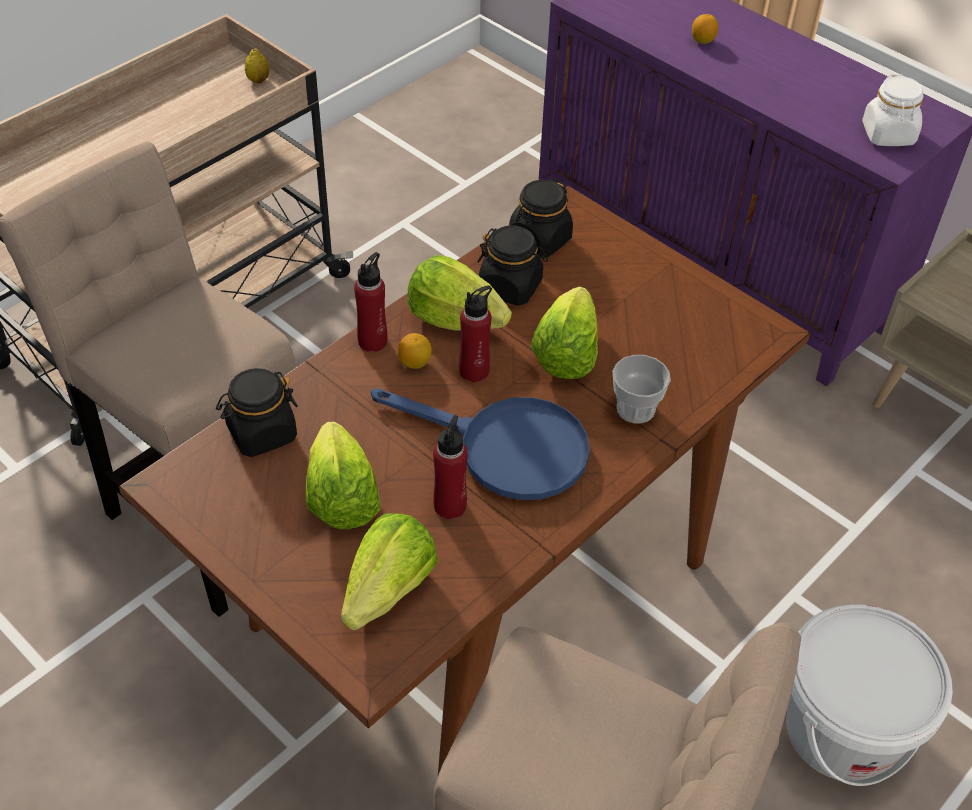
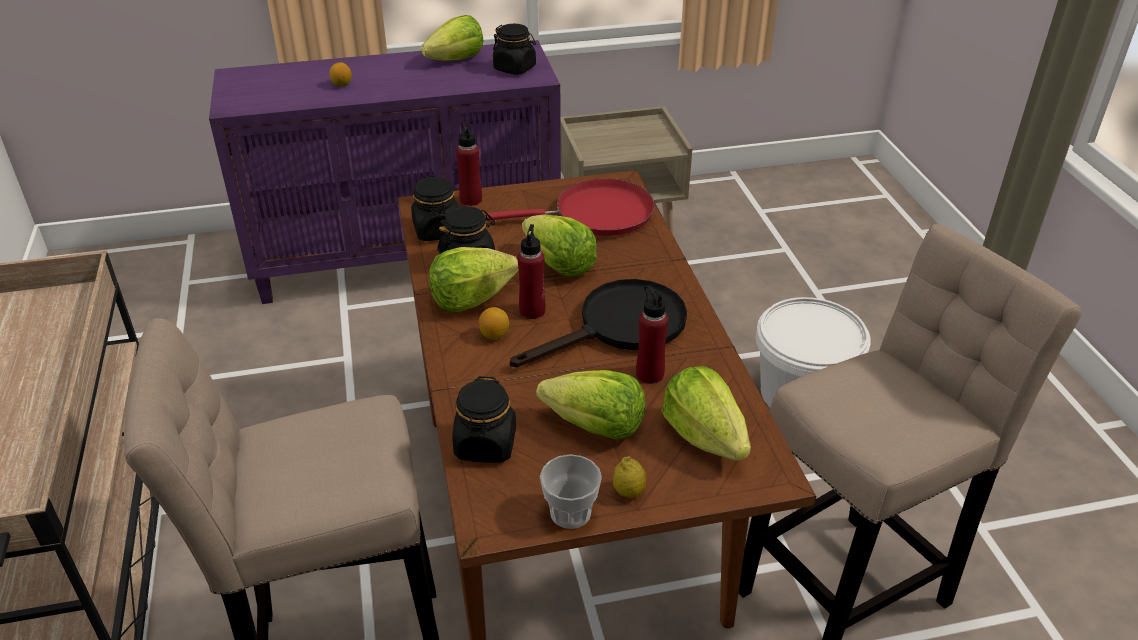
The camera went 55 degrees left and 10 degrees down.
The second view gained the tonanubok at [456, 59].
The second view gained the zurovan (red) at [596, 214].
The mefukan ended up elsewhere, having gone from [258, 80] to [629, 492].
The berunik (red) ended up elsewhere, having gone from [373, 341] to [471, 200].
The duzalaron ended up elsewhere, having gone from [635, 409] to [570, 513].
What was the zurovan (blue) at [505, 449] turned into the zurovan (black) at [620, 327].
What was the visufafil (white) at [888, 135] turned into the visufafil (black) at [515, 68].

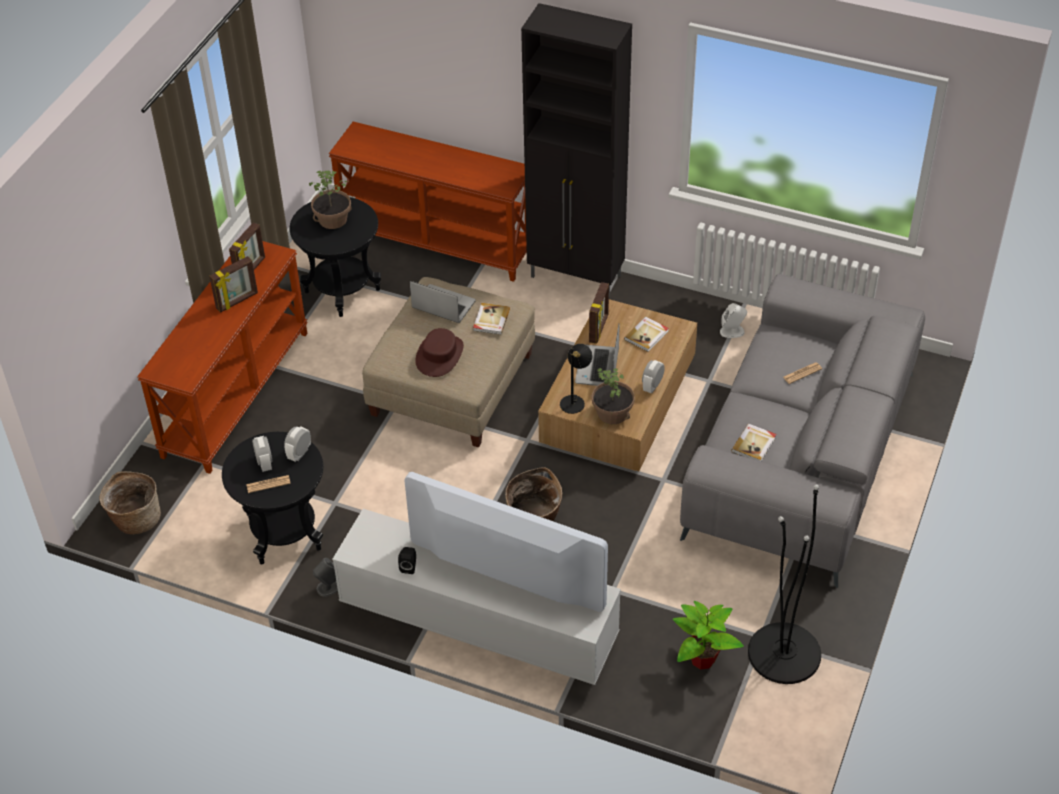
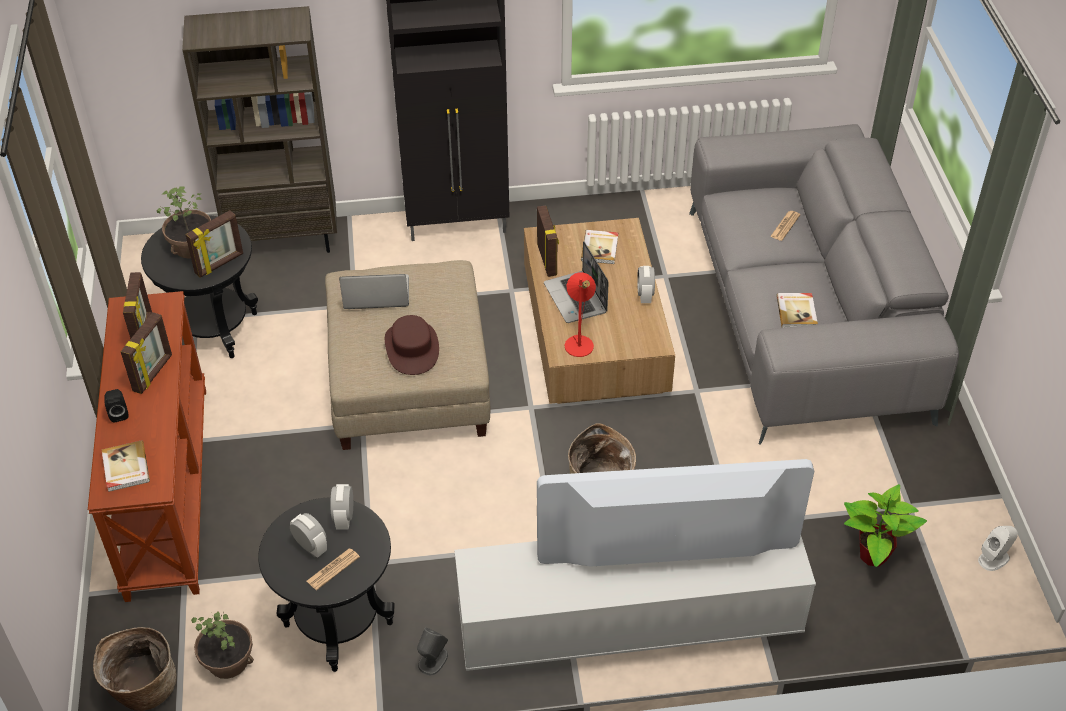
The camera went 30 degrees left and 0 degrees up.
The second view lost the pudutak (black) at [784, 653].
The second view gained the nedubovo at [219, 264].
The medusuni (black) ended up elsewhere, having gone from [409, 566] to [119, 413].
The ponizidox ended up elsewhere, having gone from [491, 320] to [125, 468].
The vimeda ended up elsewhere, having gone from [613, 413] to [228, 661].
The medusuni (white) ended up elsewhere, having gone from [732, 331] to [994, 558].
Where the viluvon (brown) stood at [437, 241], the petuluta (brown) came to stand at [285, 240].
What was the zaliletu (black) at [575, 401] turned into the zaliletu (red) at [579, 341].

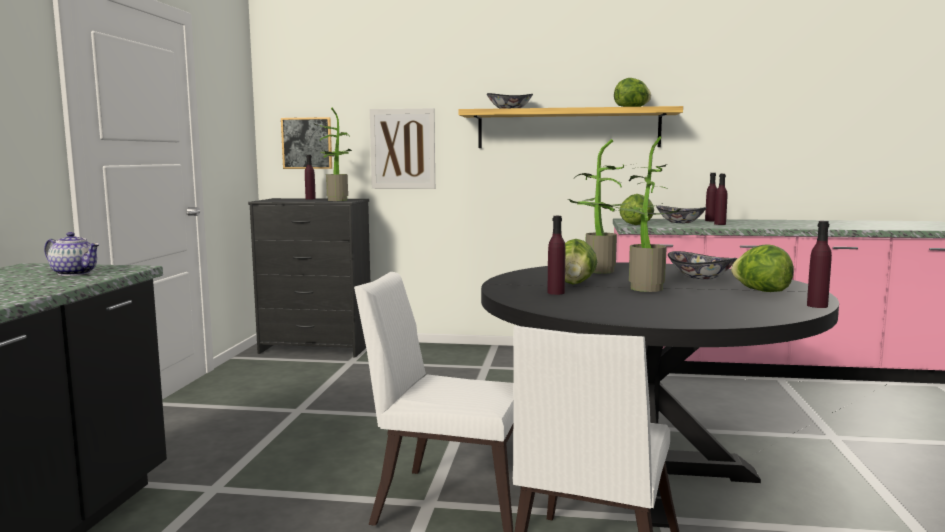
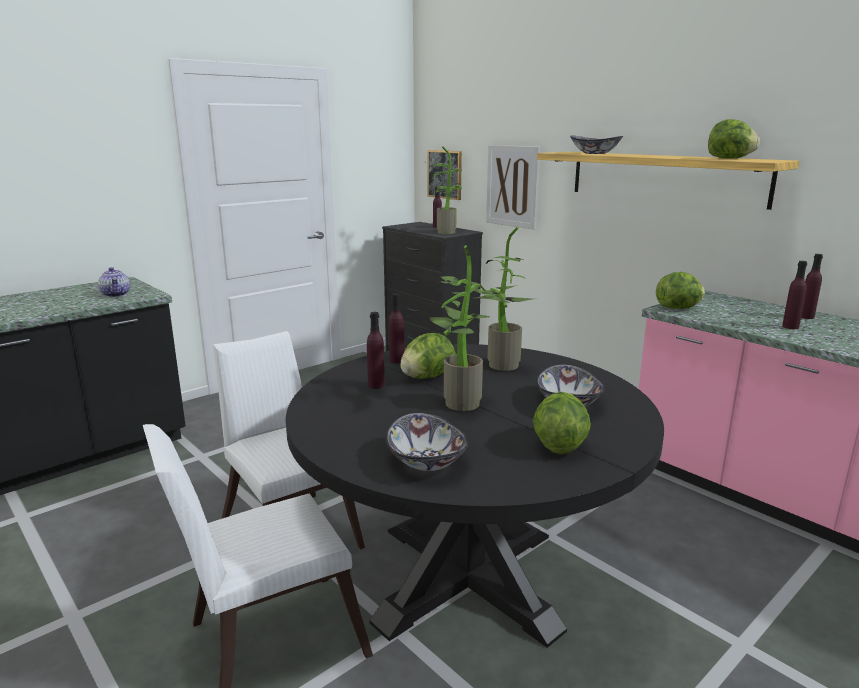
The camera went 40 degrees right and 10 degrees up.
The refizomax ended up elsewhere, having gone from [680, 222] to [427, 461].
The berunik (purple) ended up elsewhere, having gone from [817, 306] to [396, 360].

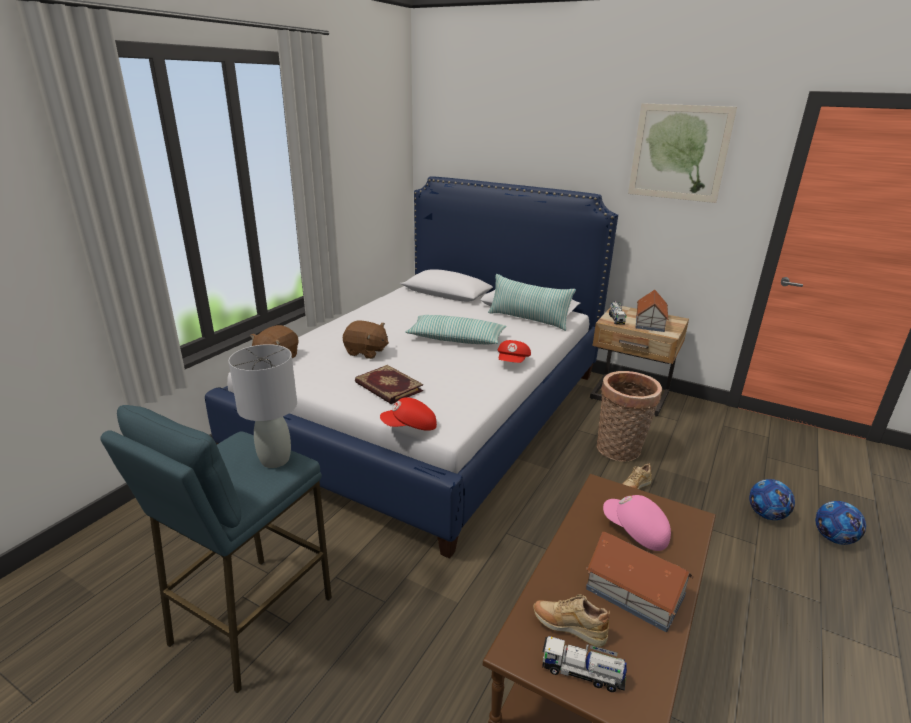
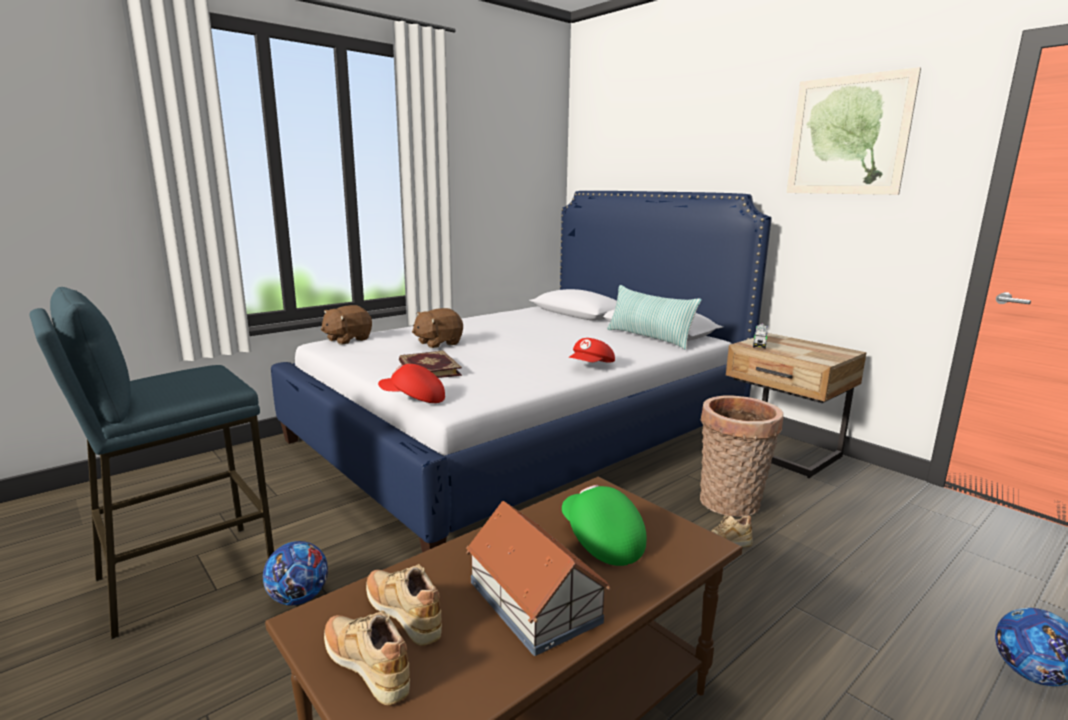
The camera went 20 degrees right and 10 degrees down.
The second view lost the zaliletu (grey) at [275, 459].
The second view lost the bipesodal at [456, 339].
The second view lost the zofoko at [650, 322].
The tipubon ended up elsewhere, having gone from [766, 515] to [299, 598].
Where the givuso stood at [582, 673], the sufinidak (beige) came to stand at [367, 668].
What was the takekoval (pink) at [635, 532] turned into the takekoval (green) at [600, 540].
The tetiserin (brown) at [366, 352] ended up facing another way, 105 degrees clockwise from before.

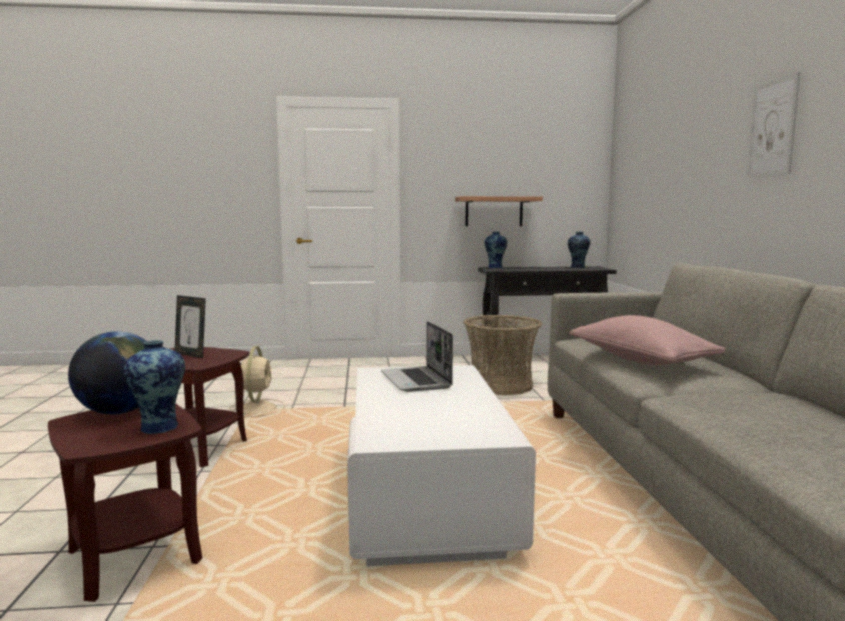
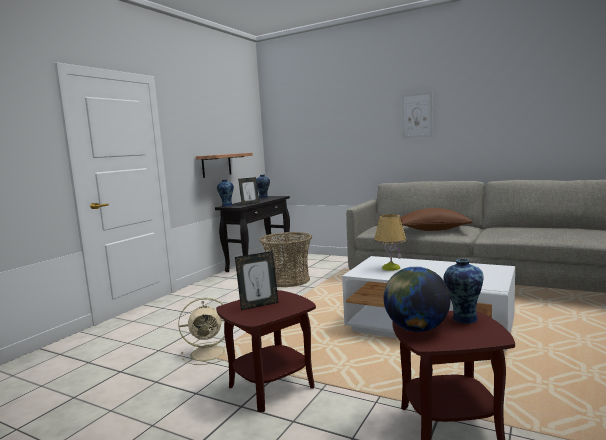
The camera went 55 degrees left and 0 degrees up.
The second view gained the nedubovo at [250, 203].
Where the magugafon stood at [417, 381], the zaliletu came to stand at [391, 268].
What was the bipesodal (pink) at [641, 360] turned into the bipesodal (brown) at [433, 230].
The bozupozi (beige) at [257, 408] ended up facing another way, 135 degrees clockwise from before.

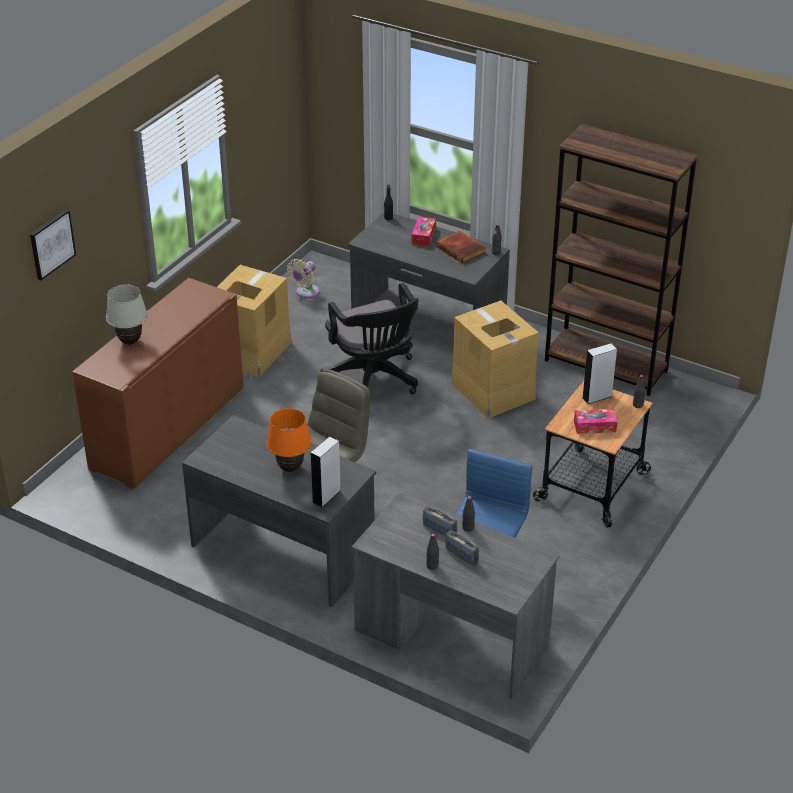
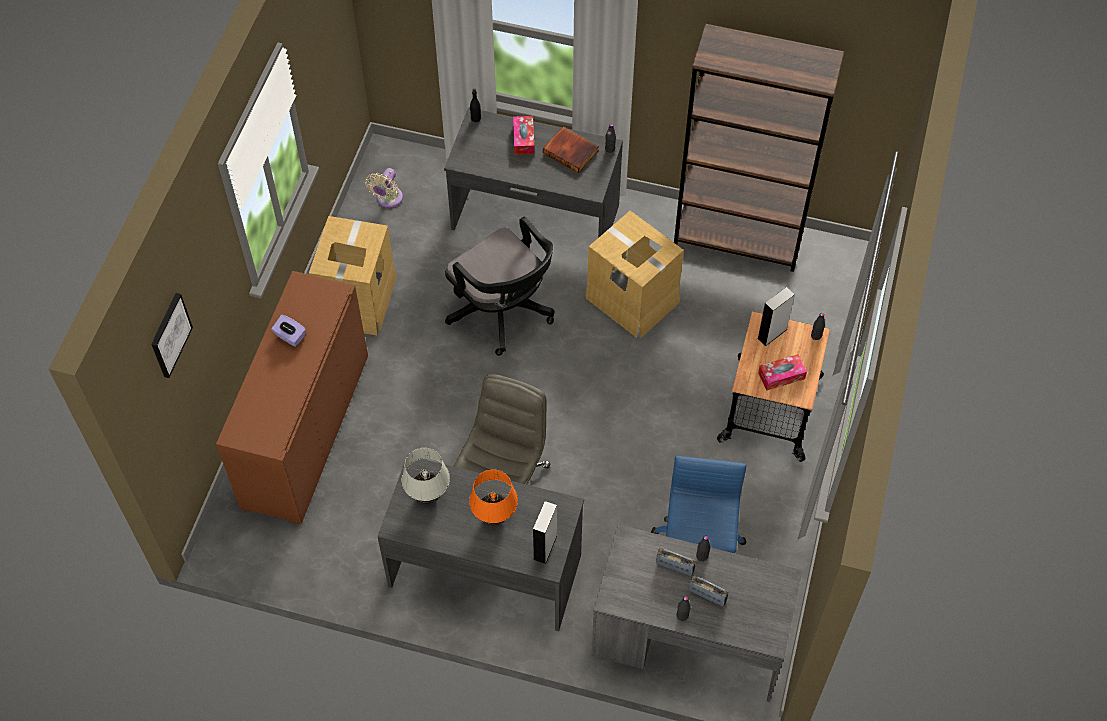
The camera went 15 degrees left and 20 degrees up.
The second view gained the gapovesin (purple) at [290, 336].
The zaliletu (white) ended up elsewhere, having gone from [130, 342] to [428, 496].

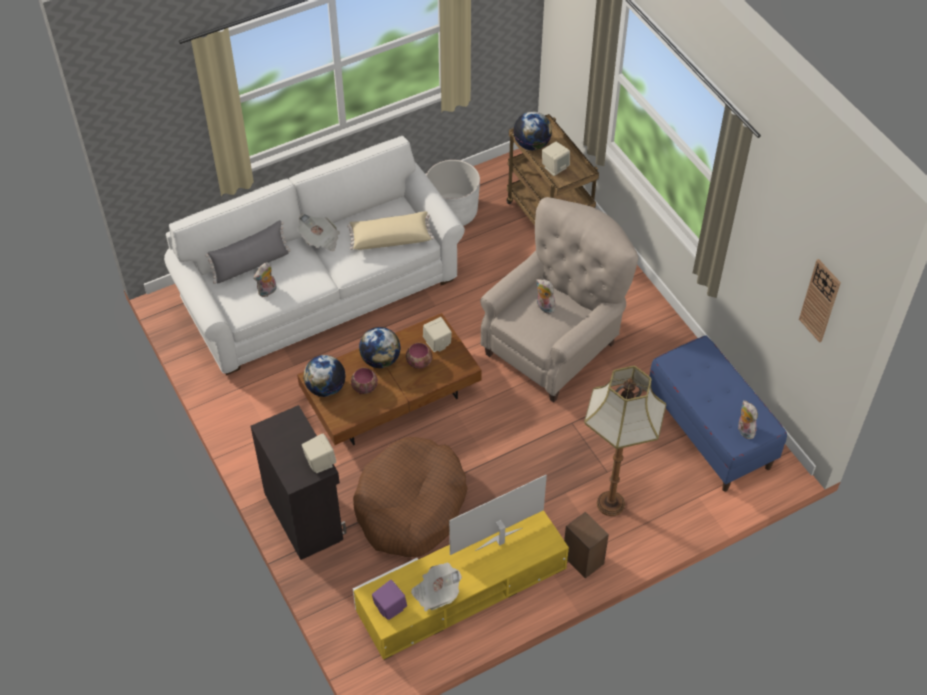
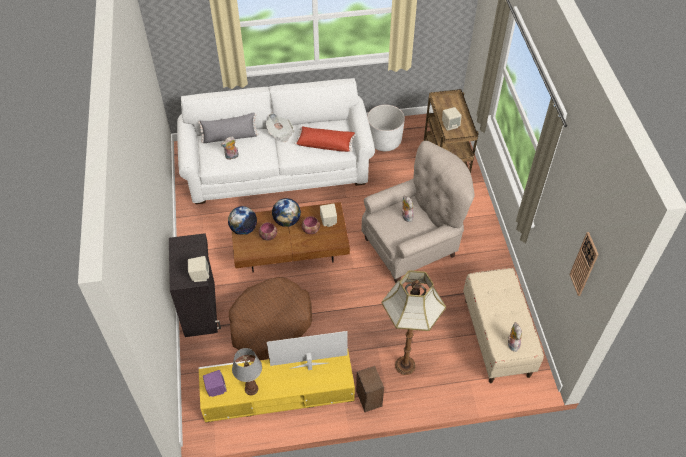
The camera went 20 degrees right and 0 degrees up.
The second view lost the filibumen at [532, 144].
Where the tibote stood at [436, 593], the zaliletu came to stand at [251, 389].
What was the bipesodal (beige) at [390, 237] turned into the bipesodal (red) at [325, 143].
What was the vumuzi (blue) at [710, 432] turned into the vumuzi (beige) at [497, 337].

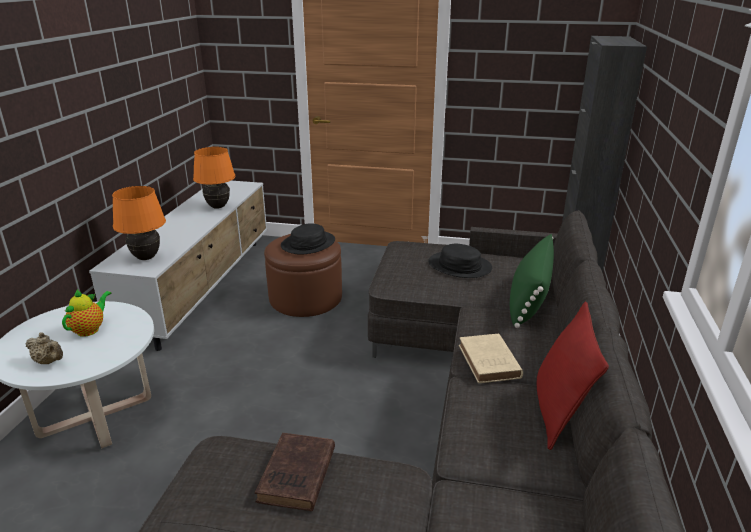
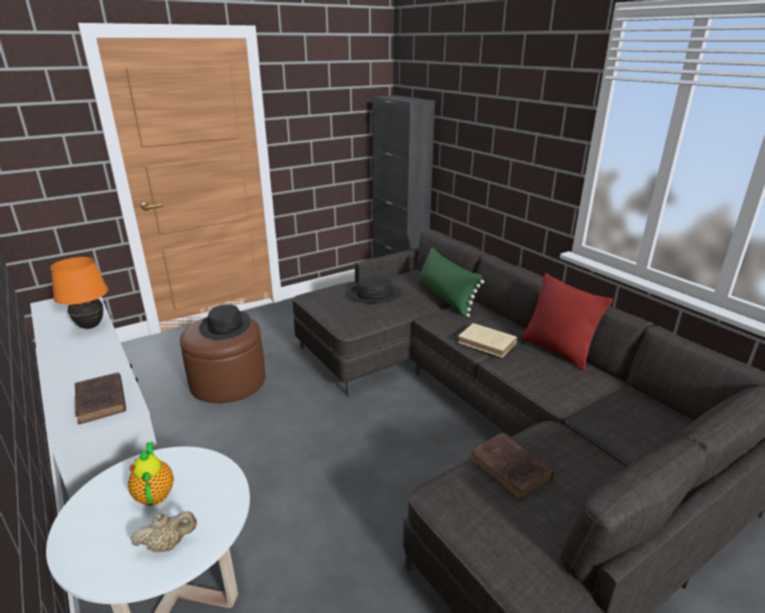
The camera went 45 degrees left and 0 degrees up.
Where the zaliletu (orange) stood at [146, 258], the ponizidox (brown) came to stand at [101, 402].

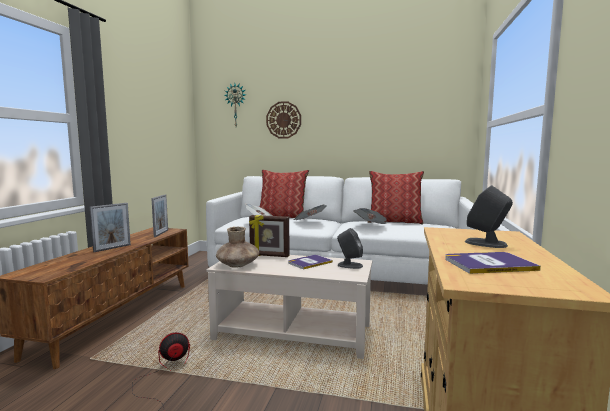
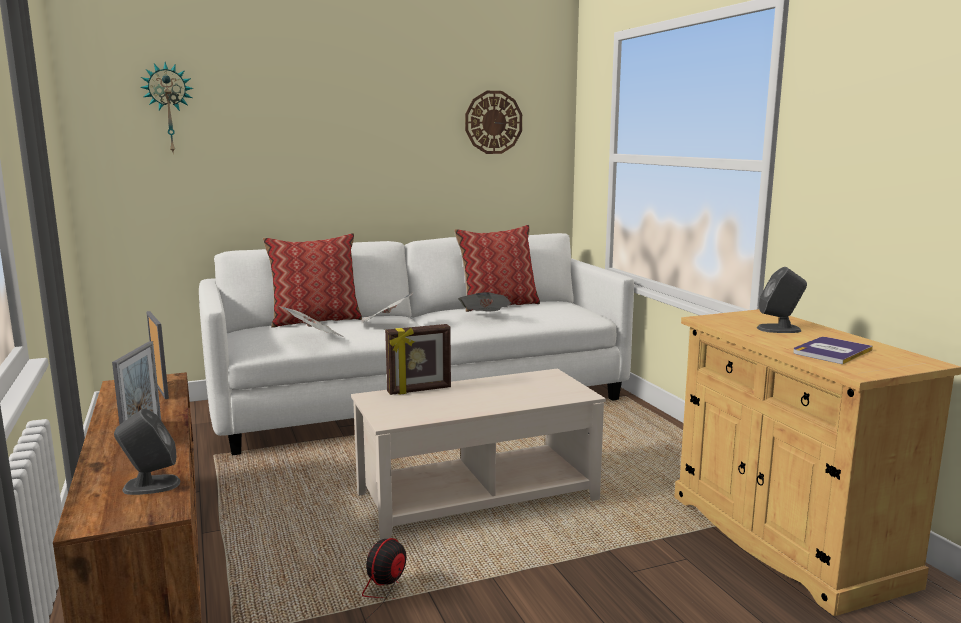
The camera went 35 degrees left and 5 degrees up.
The second view lost the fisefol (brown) at [238, 265].
The second view lost the ponizidox at [309, 262].
The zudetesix ended up elsewhere, having gone from [283, 120] to [493, 122].
The medusuni (grey) ended up elsewhere, having gone from [349, 265] to [150, 485].

